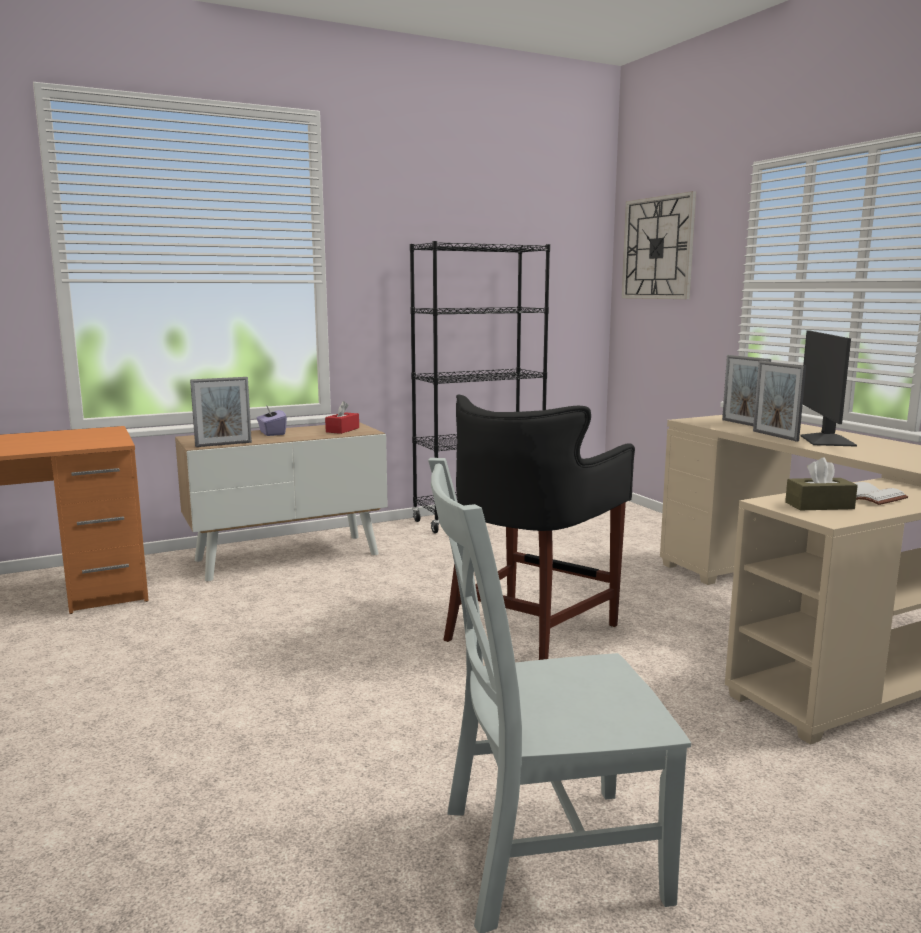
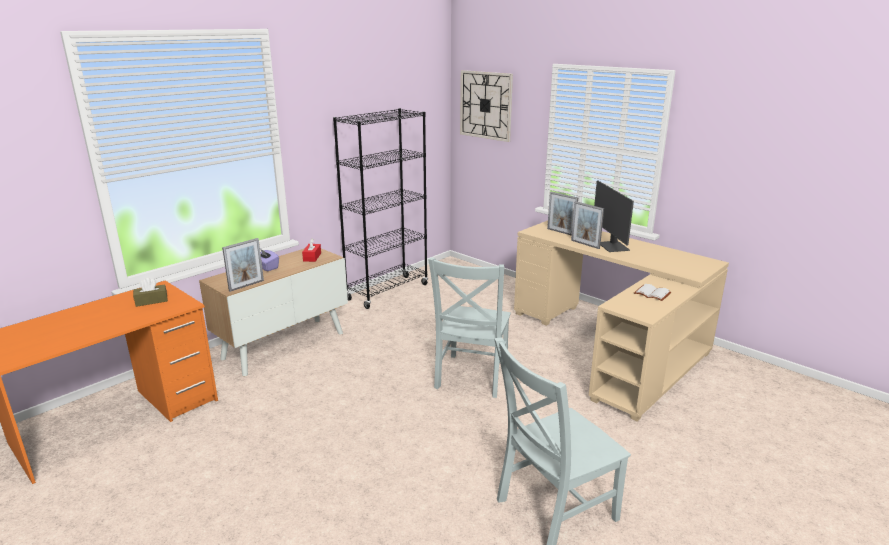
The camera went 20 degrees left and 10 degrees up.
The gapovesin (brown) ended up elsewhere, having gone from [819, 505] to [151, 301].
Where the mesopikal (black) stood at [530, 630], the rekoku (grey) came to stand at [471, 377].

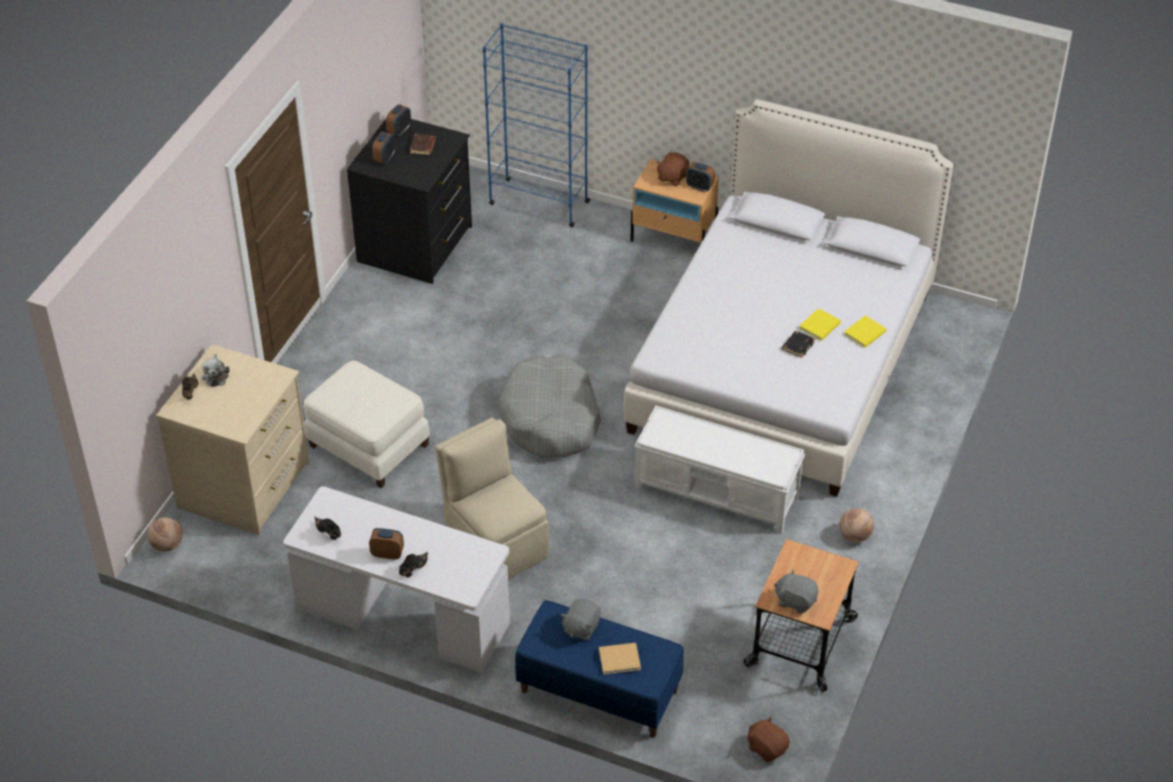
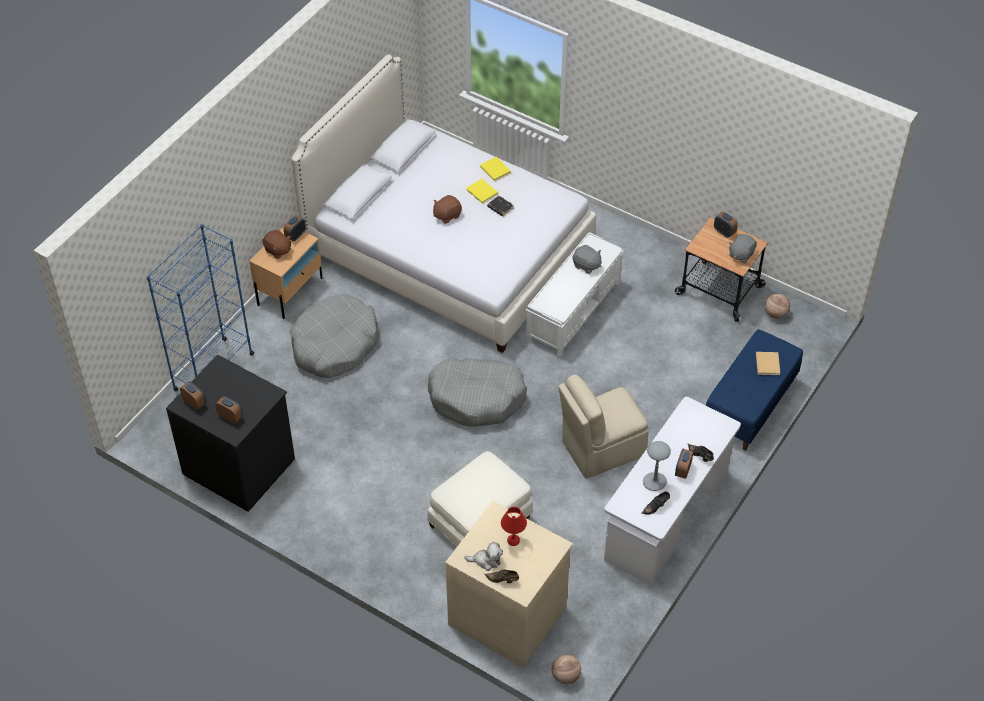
The camera went 80 degrees left and 5 degrees up.
The second view lost the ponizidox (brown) at [423, 147].
The second view gained the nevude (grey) at [334, 345].
The second view gained the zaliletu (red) at [514, 540].
The second view gained the zaliletu (grey) at [654, 482].
The second view gained the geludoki at [724, 232].
The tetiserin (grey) ended up elsewhere, having gone from [581, 627] to [586, 265].
The tetiserin (brown) ended up elsewhere, having gone from [767, 748] to [447, 215].
The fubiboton ended up elsewhere, having gone from [854, 536] to [775, 314].

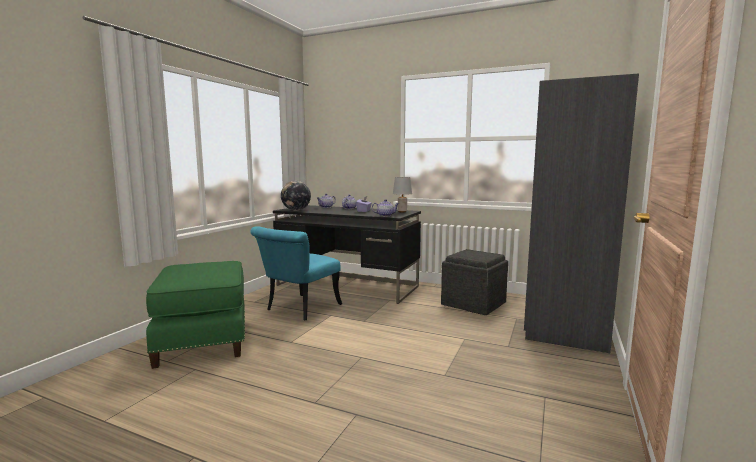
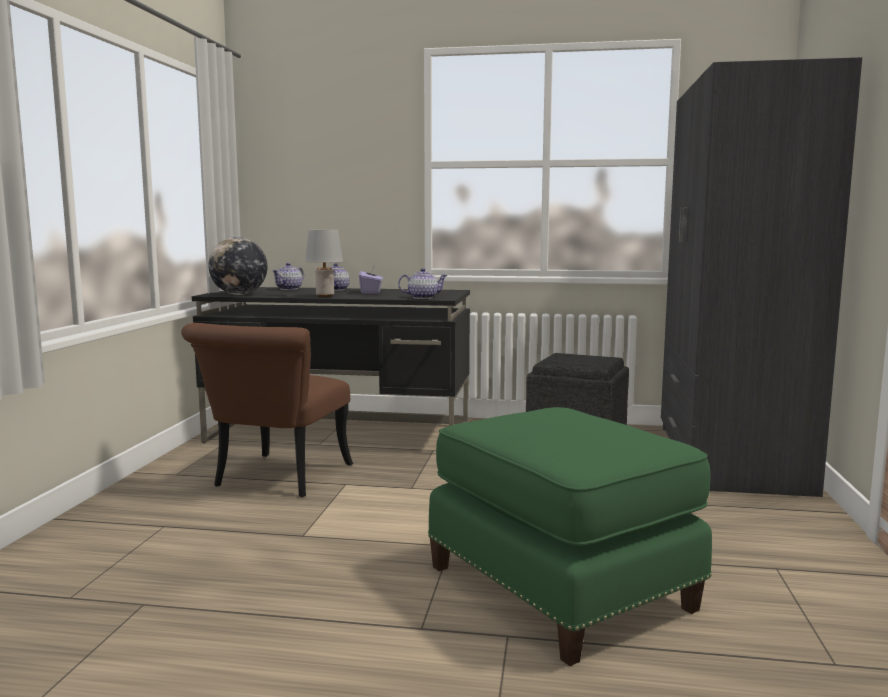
The camera went 15 degrees left and 0 degrees up.
The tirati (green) ended up elsewhere, having gone from [205, 340] to [562, 586].
The zaliletu (grey) ended up elsewhere, having gone from [402, 211] to [325, 296].
What was the rekoku (turquoise) at [298, 309] turned into the rekoku (brown) at [276, 480].

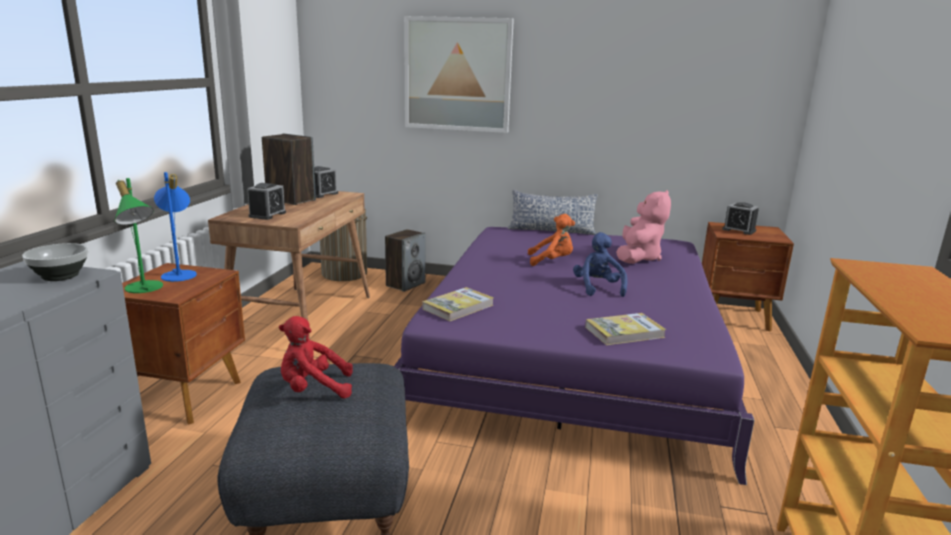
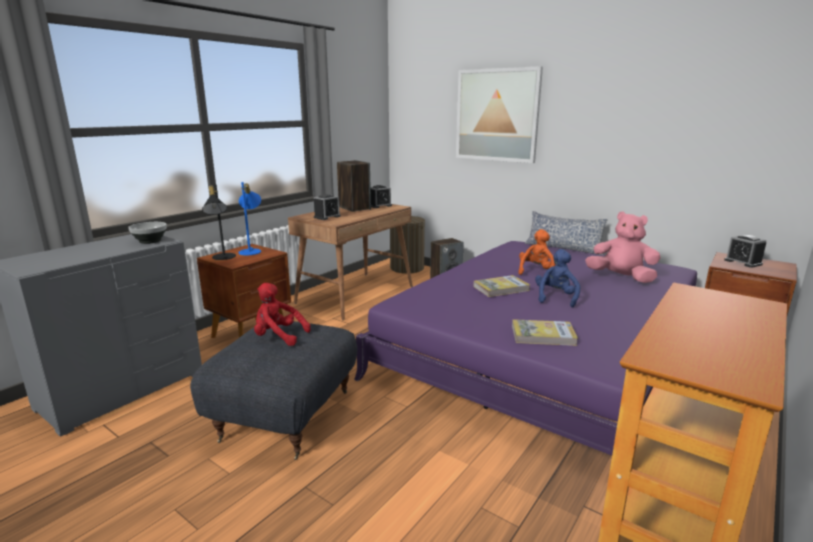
The camera went 25 degrees right and 0 degrees up.
The ponizidox ended up elsewhere, having gone from [458, 307] to [501, 288].
What was the zaliletu (green) at [144, 289] turned into the zaliletu (black) at [222, 258].
The tetiserin (orange) at [552, 261] ended up facing another way, 90 degrees counterclockwise from before.
The tetiserin (pink) at [638, 258] ended up facing another way, 105 degrees counterclockwise from before.

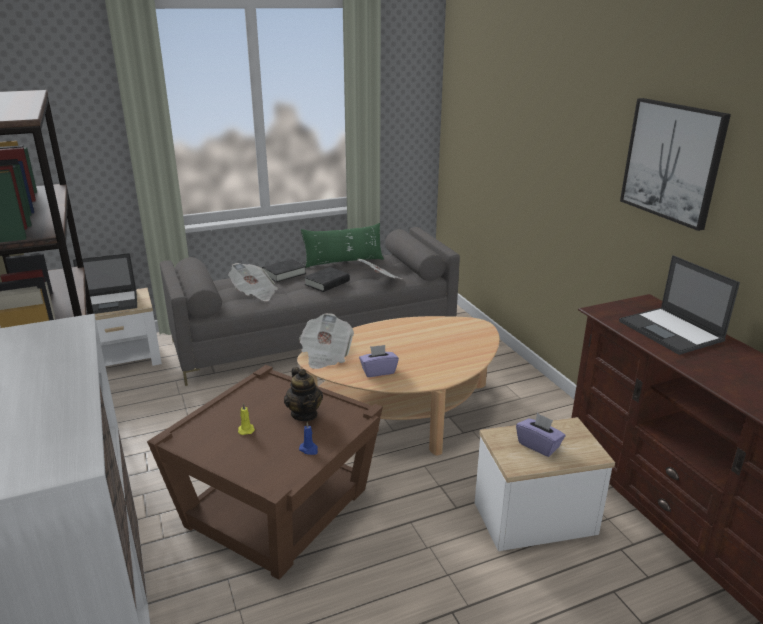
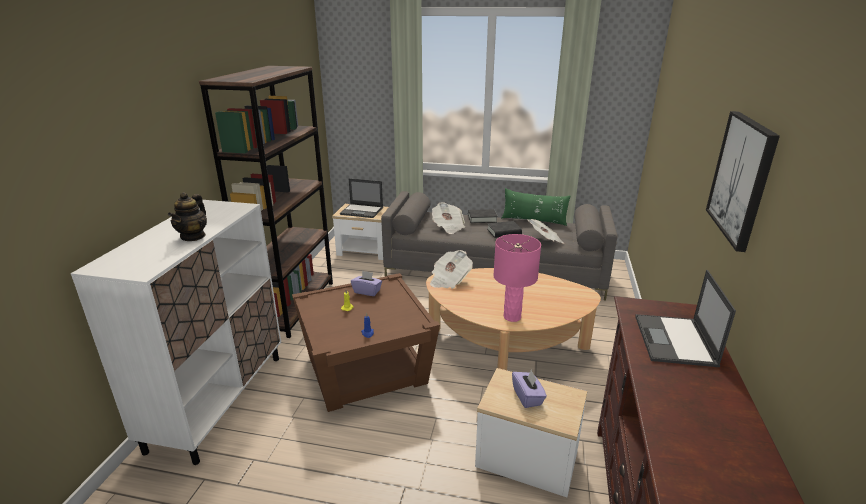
The camera went 35 degrees right and 0 degrees up.
The second view gained the zaliletu (pink) at [511, 317].
The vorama ended up elsewhere, having gone from [304, 414] to [193, 236].
The gapovesin (purple) ended up elsewhere, having gone from [378, 371] to [367, 291].

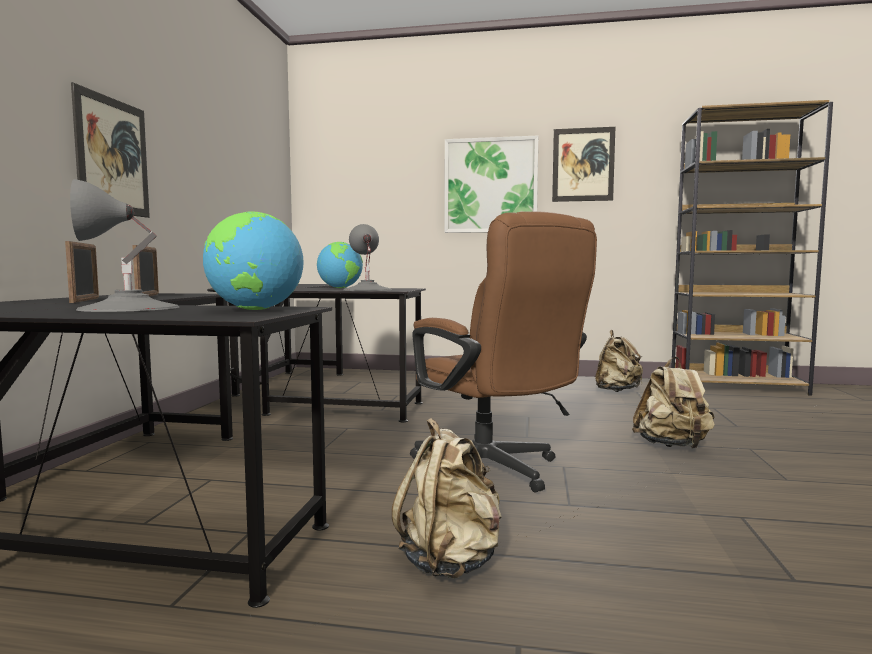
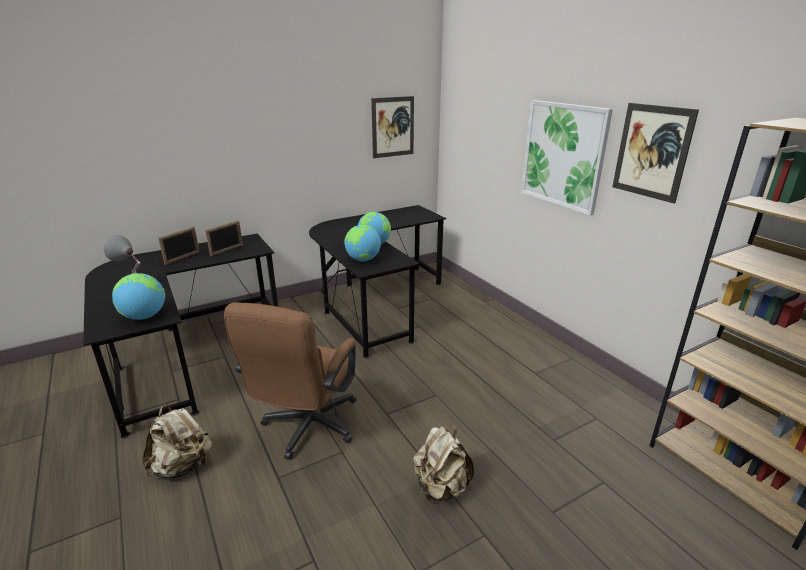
The camera went 50 degrees right and 20 degrees up.
The second view lost the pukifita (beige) at [616, 391].
The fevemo ended up elsewhere, having gone from [112, 156] to [393, 127].
Where the zaliletu (grey) stood at [367, 289], the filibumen came to stand at [363, 260].

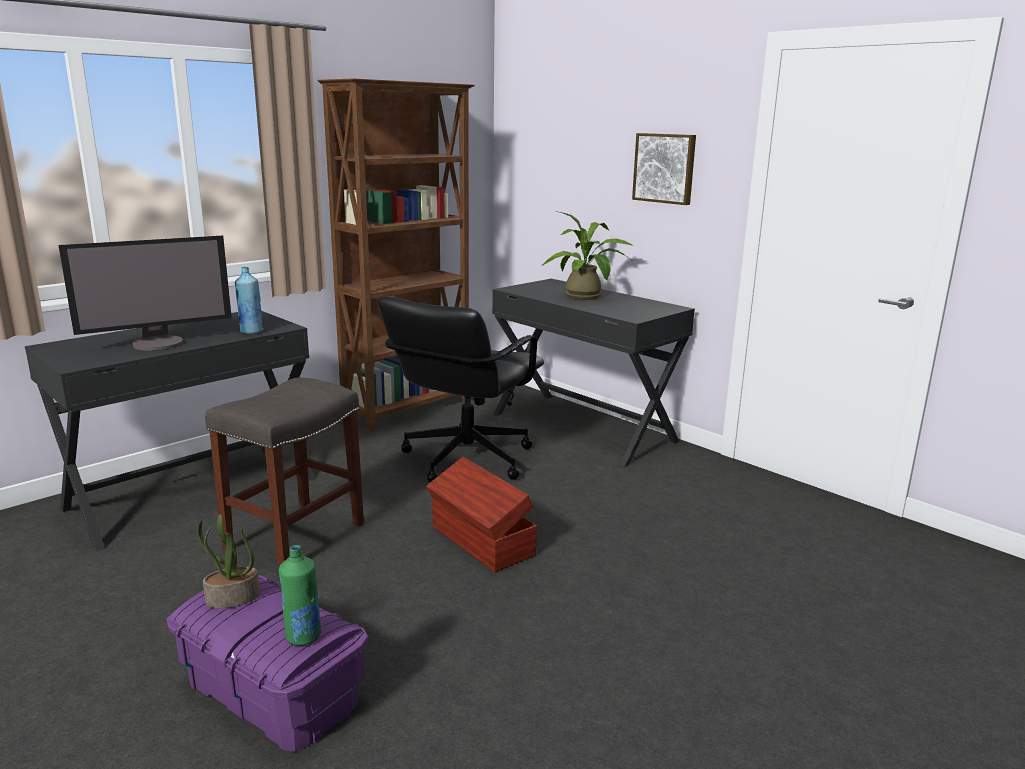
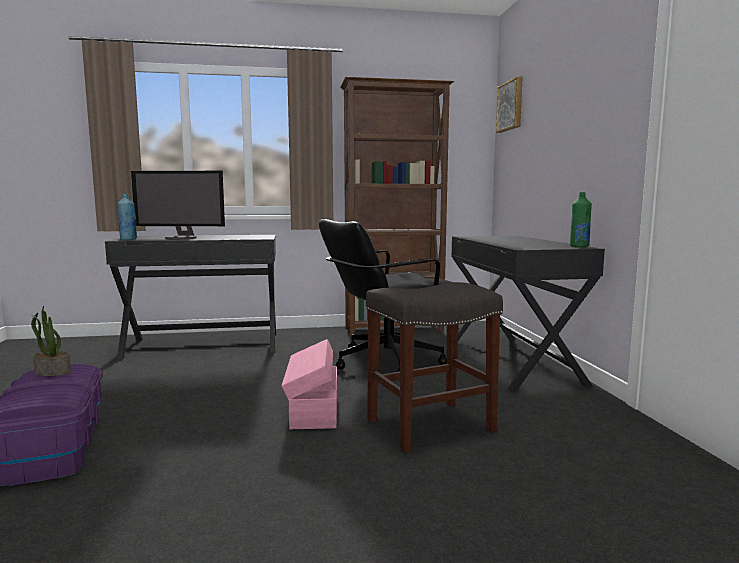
The camera went 35 degrees right and 10 degrees down.
The second view lost the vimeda at [586, 297].
The mesopikal (grey) ended up elsewhere, having gone from [294, 537] to [429, 426].
The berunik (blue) ended up elsewhere, having gone from [251, 332] to [128, 239].
The berunik (green) ended up elsewhere, having gone from [303, 636] to [579, 246].
The fevemo ended up elsewhere, having gone from [665, 168] to [511, 106].
What was the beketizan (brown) at [481, 541] turned into the beketizan (pink) at [313, 409].

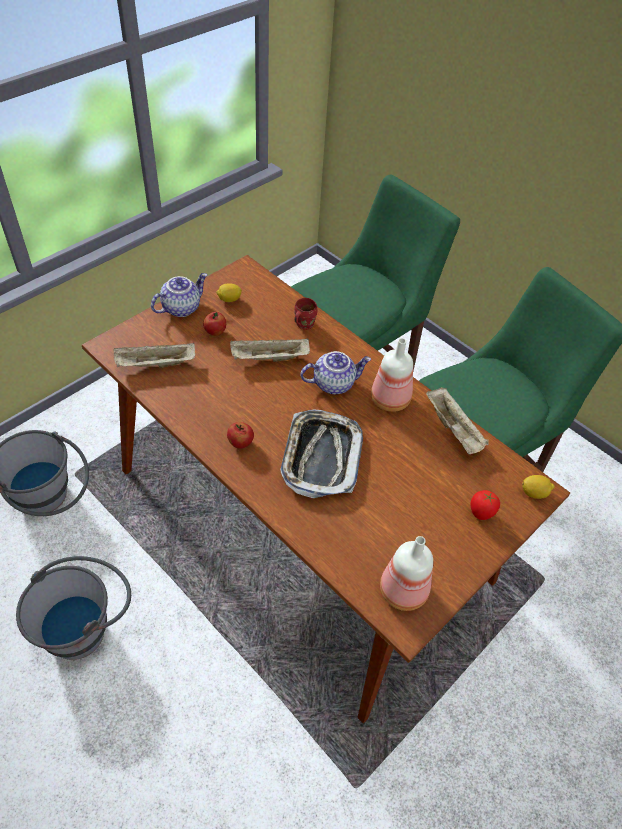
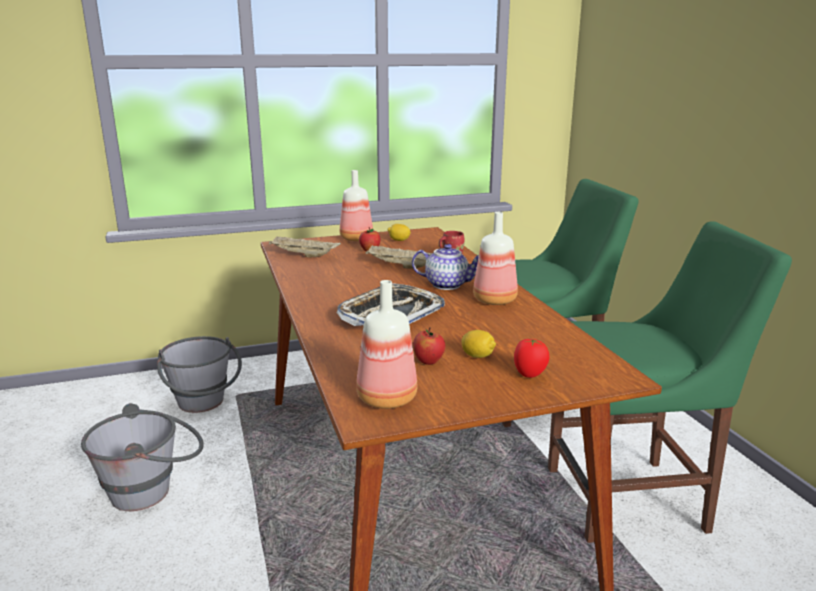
The camera went 30 degrees right and 30 degrees down.
The second view lost the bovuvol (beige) at [454, 429].
The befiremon ended up elsewhere, having gone from [240, 443] to [428, 361].
The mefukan ended up elsewhere, having gone from [534, 493] to [477, 356].
Where the vorama stood at [181, 307], the berunik came to stand at [355, 238].

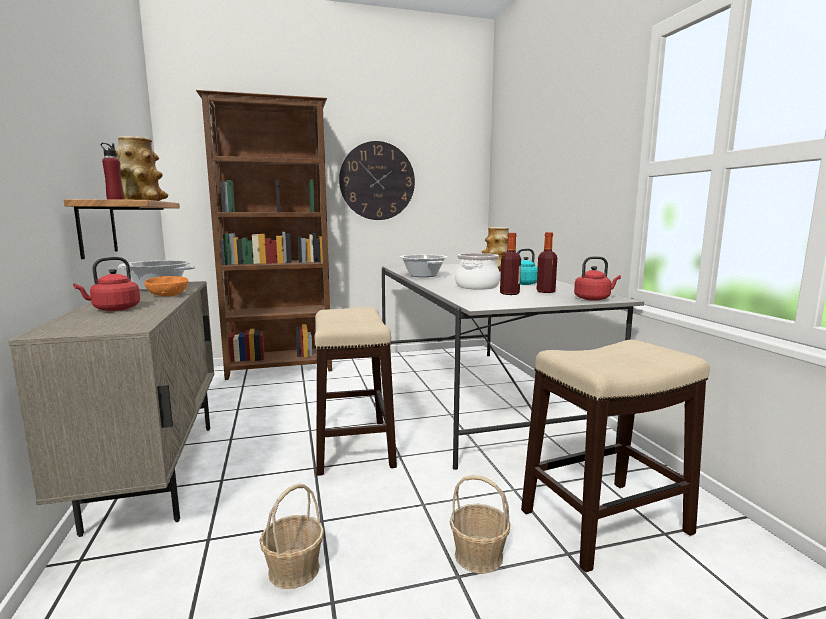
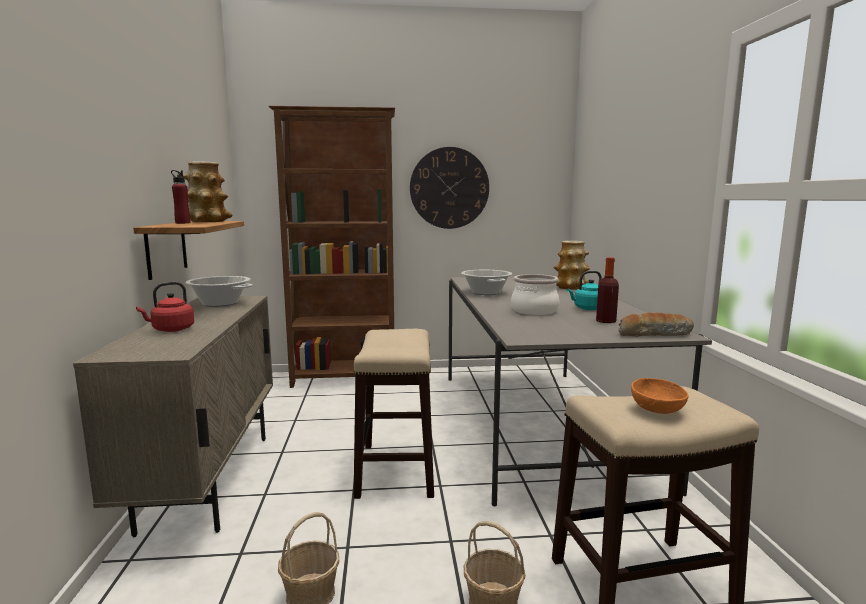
The camera went 10 degrees right and 0 degrees up.
The second view lost the berunik at [509, 293].
The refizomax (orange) ended up elsewhere, having gone from [169, 295] to [658, 410].
Where the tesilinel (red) stood at [593, 299], the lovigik came to stand at [654, 334].

